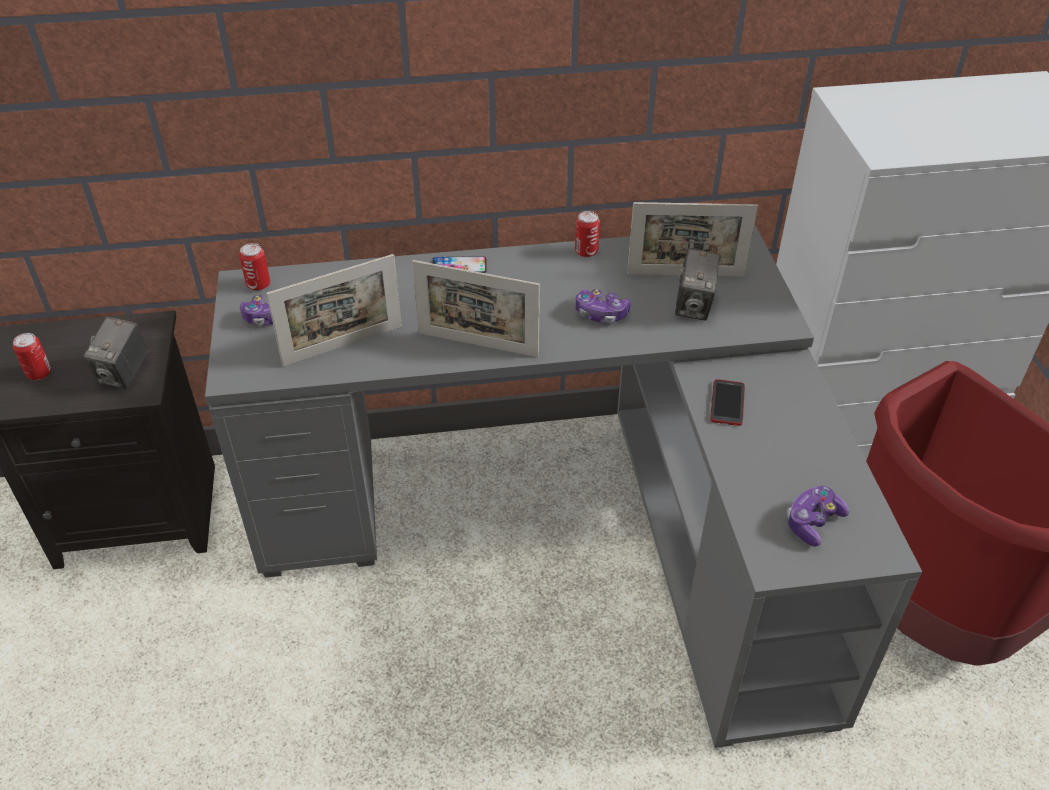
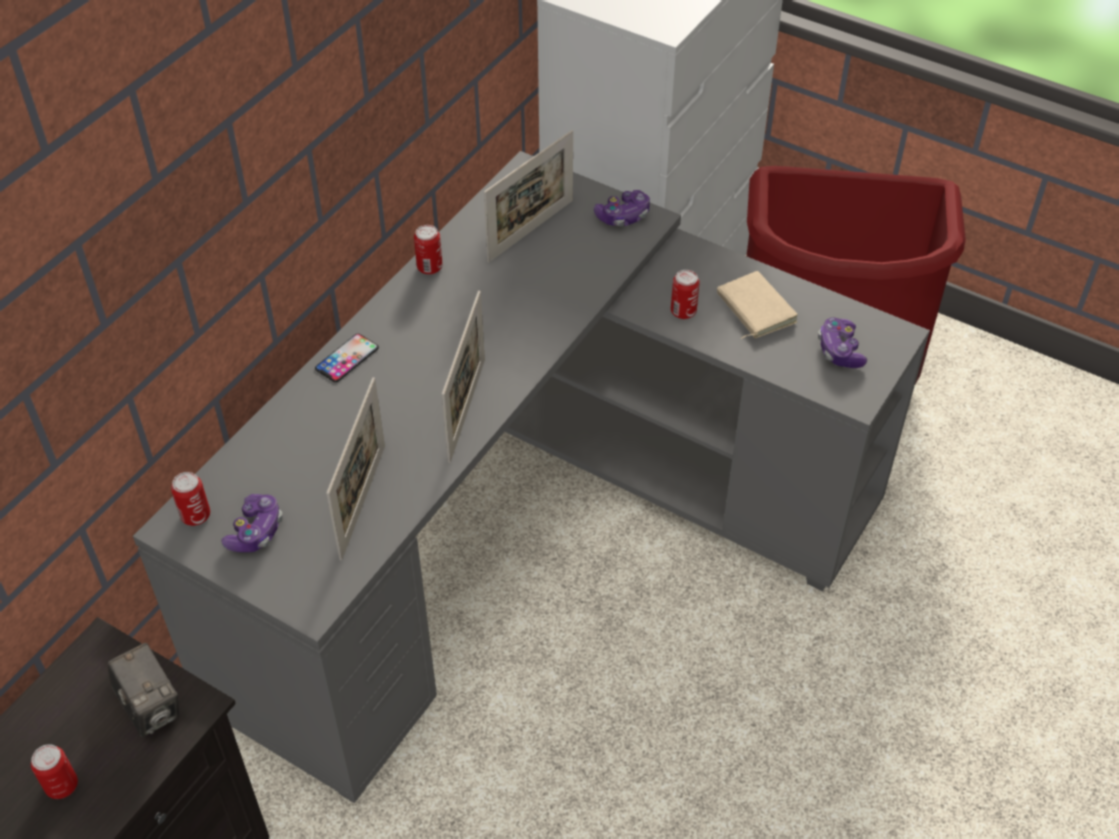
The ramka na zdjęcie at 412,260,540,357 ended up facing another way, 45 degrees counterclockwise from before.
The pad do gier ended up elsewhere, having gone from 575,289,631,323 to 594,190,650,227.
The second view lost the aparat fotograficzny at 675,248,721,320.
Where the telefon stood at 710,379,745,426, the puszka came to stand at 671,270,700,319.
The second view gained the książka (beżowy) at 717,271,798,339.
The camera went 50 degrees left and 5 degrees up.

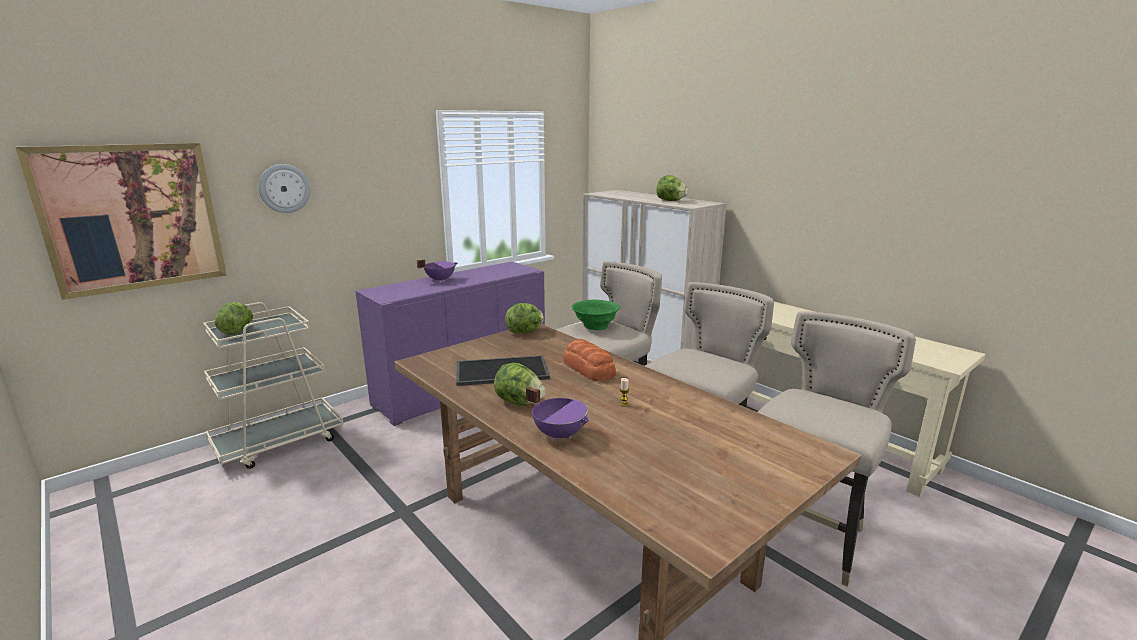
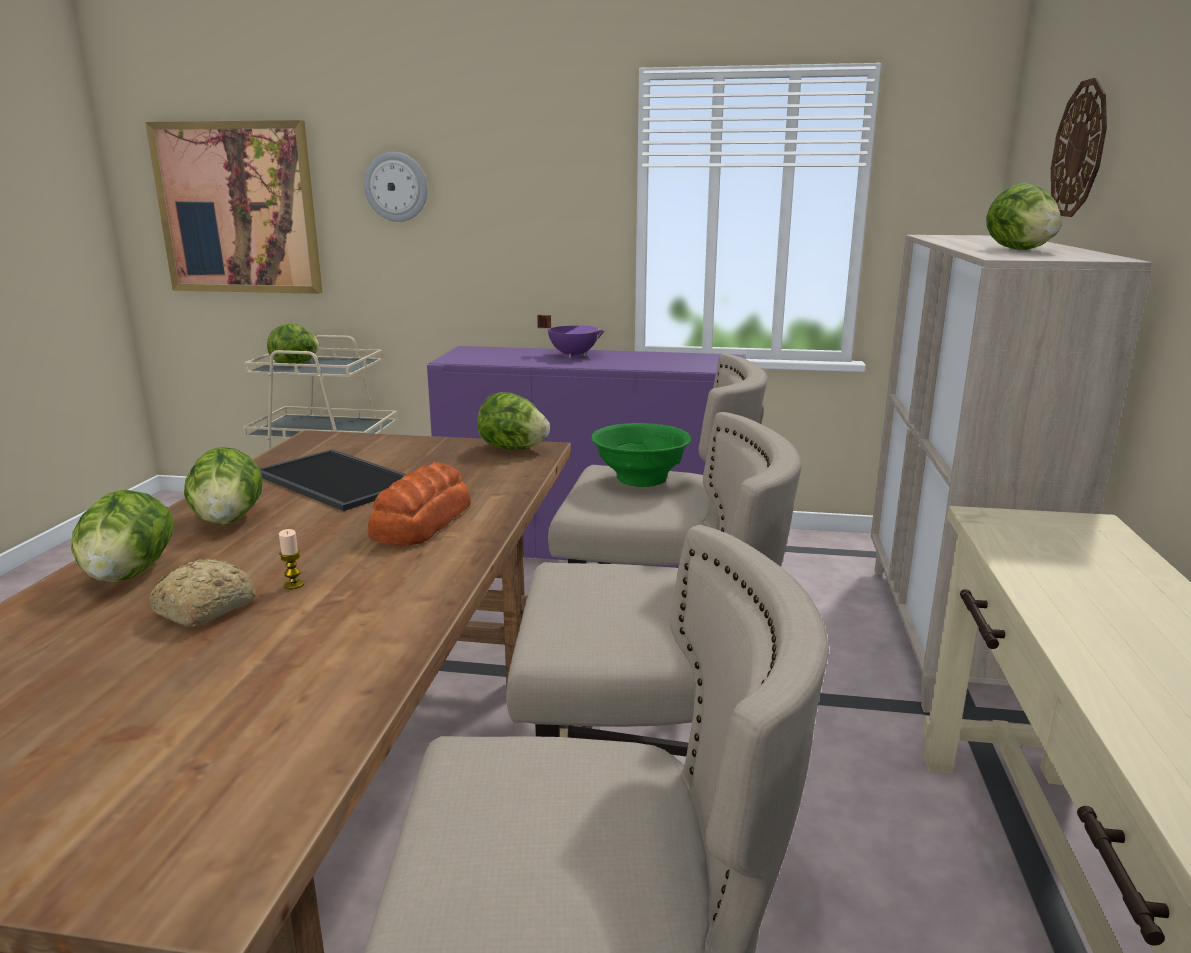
Where the garnek (fioletowy) stood at 526,387,590,441, the sałata came to stand at 72,490,175,583.
The second view gained the chleb at 149,559,256,627.
The second view gained the zegar ścienny at 1051,78,1107,217.
The camera went 50 degrees right and 0 degrees up.

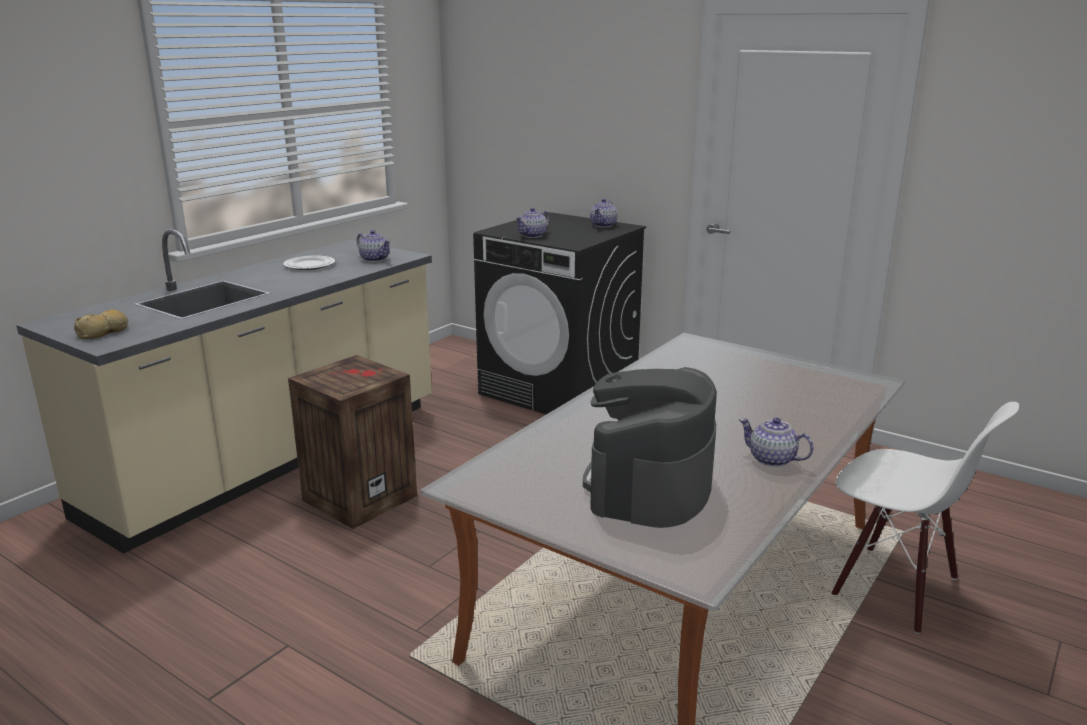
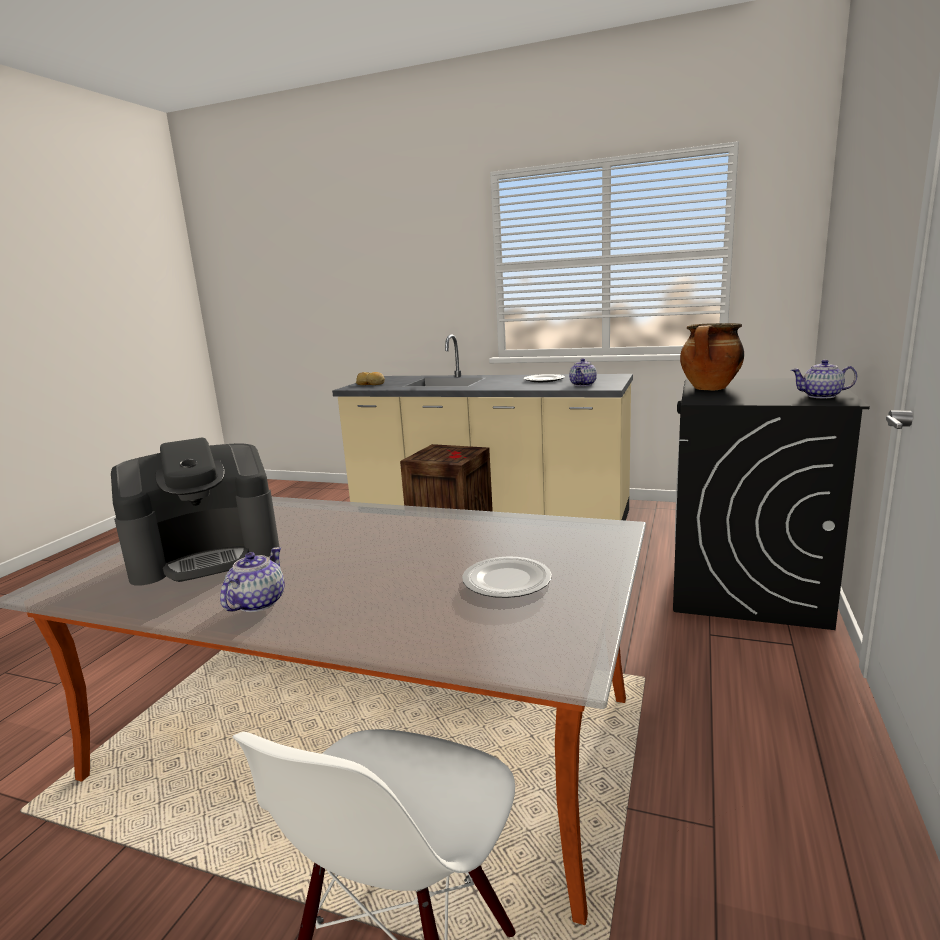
Where the imbryk stood at 515,208,550,238, the garnek came to stand at 680,323,744,391.
The ekspres do kawy at 583,367,717,528 ended up facing another way, 150 degrees clockwise from before.
The second view gained the talerz at 462,556,552,598.
The camera went 75 degrees right and 5 degrees down.

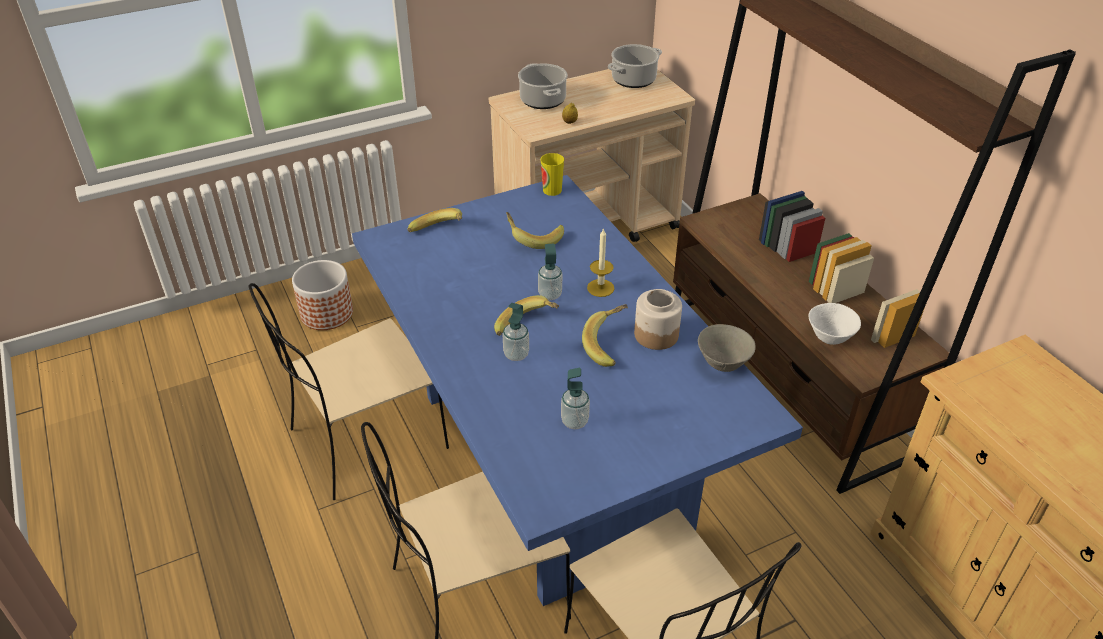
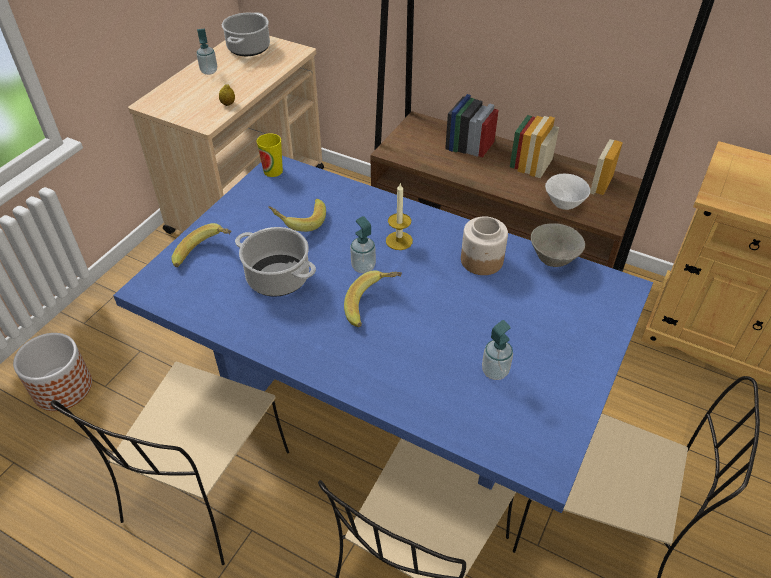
The dozownik mydła ended up elsewhere, having gone from 503,303,529,361 to 196,29,217,75.
The garnek ended up elsewhere, having gone from 518,63,568,109 to 235,227,316,297.
The second view lost the banan at 582,304,627,367.
The camera went 35 degrees left and 5 degrees up.

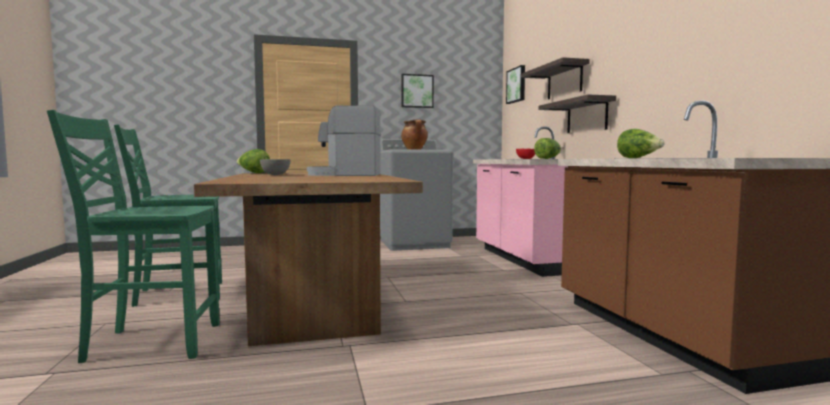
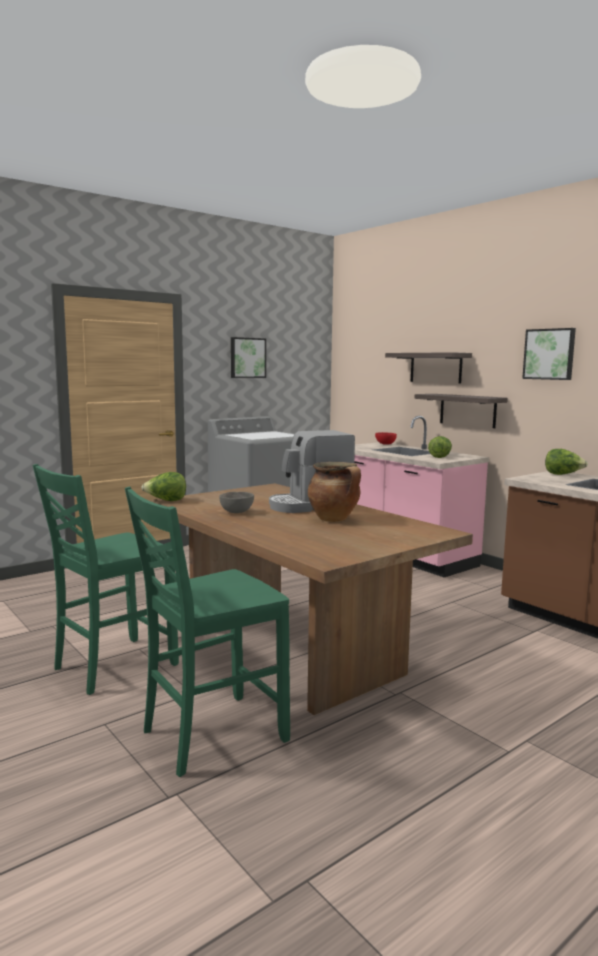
The garnek ended up elsewhere, having gone from 401,119,428,150 to 308,462,361,522.
The obraz ended up elsewhere, having gone from 506,65,525,104 to 522,328,576,380.
The camera went 25 degrees left and 5 degrees up.

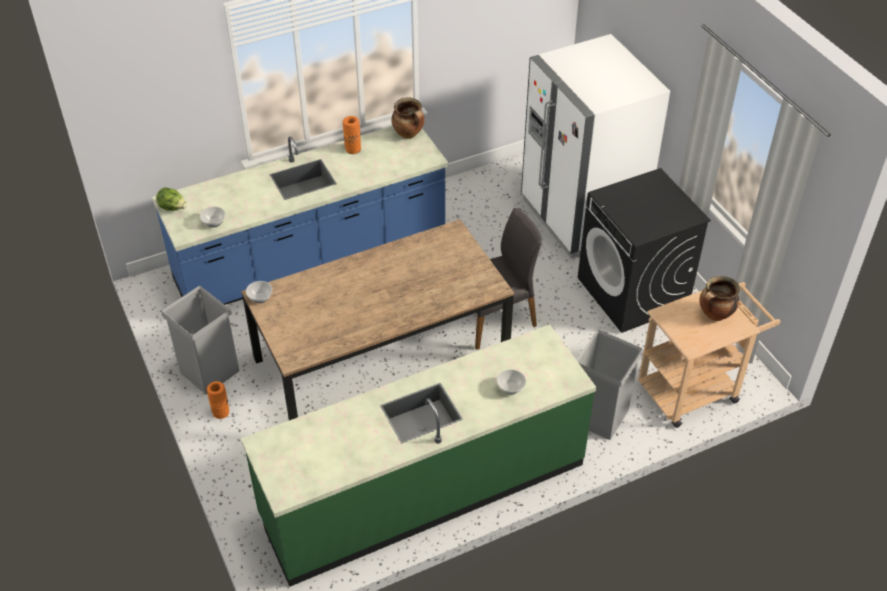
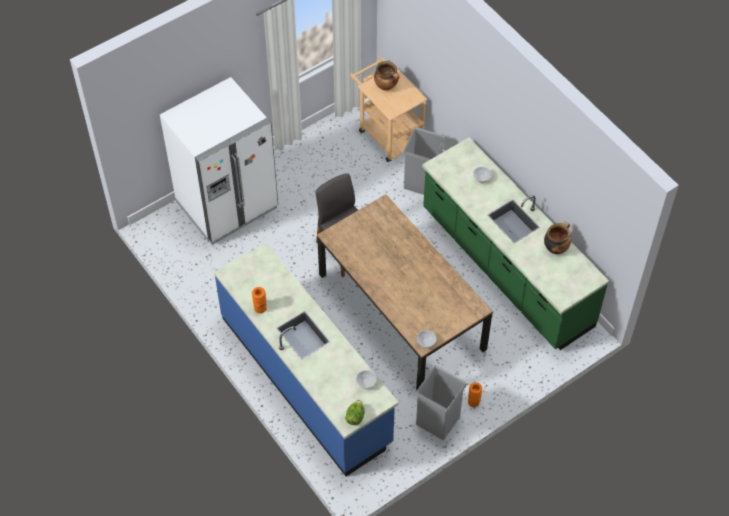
The garnek ended up elsewhere, having gone from 392,98,425,139 to 544,222,571,254.
The second view lost the pralka (czarny) at 578,168,711,333.
The camera went 100 degrees left and 10 degrees up.

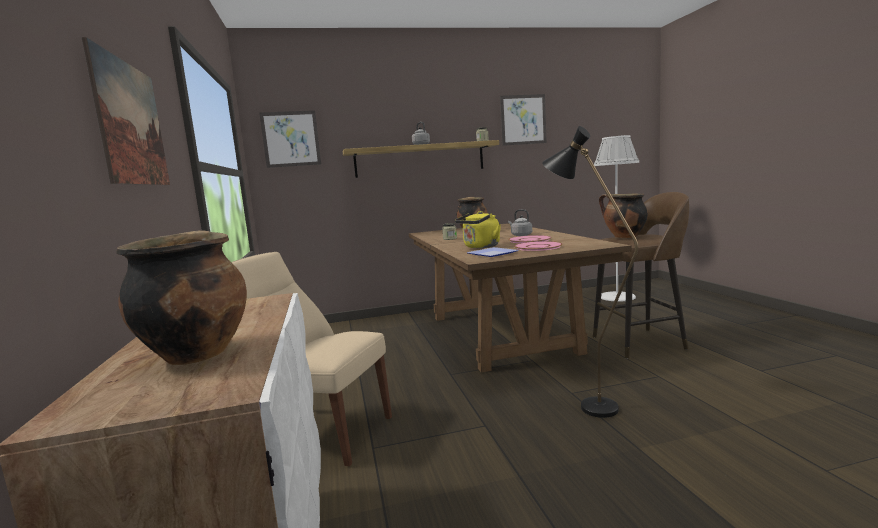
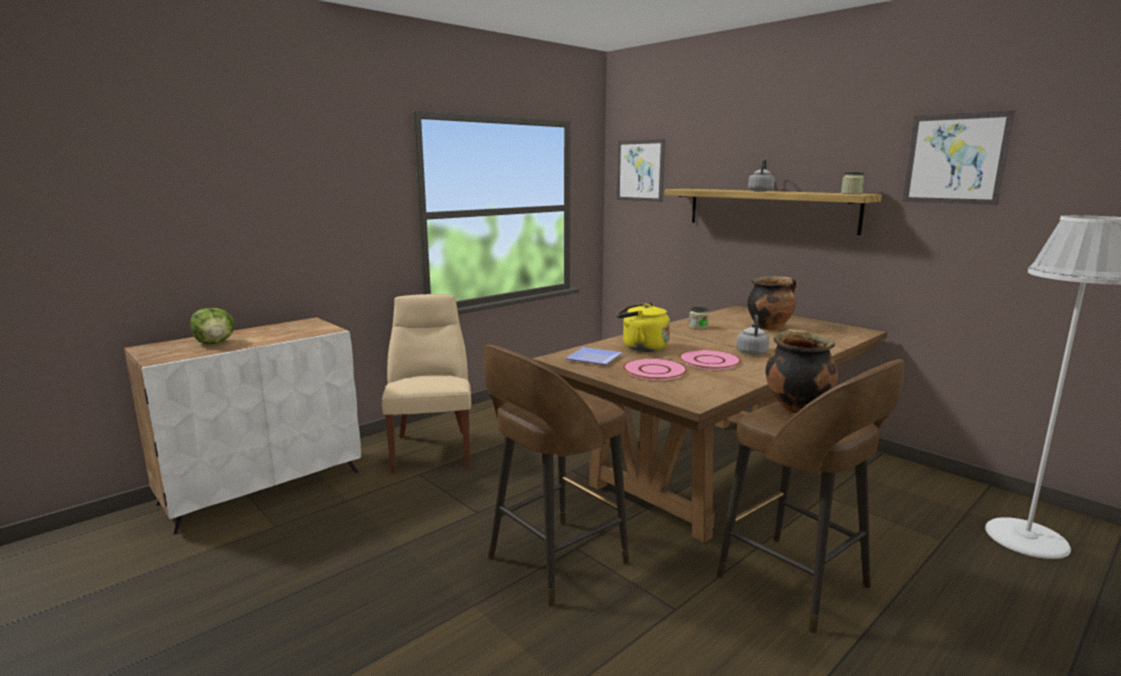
The second view lost the obraz at 82,37,170,185.
Where the garnek stood at 116,230,247,365, the sałata came to stand at 190,308,234,344.
Where the lampa stojąca (czarny) stood at 542,126,638,418, the stołek (brązowy) came to stand at 484,344,629,607.
The camera went 60 degrees right and 5 degrees up.

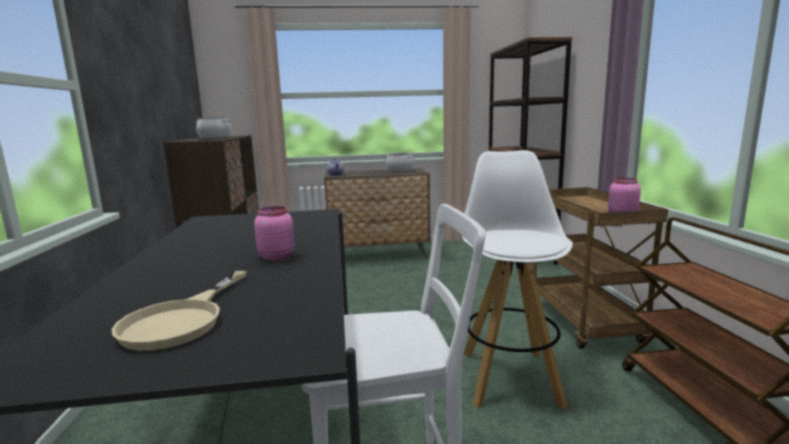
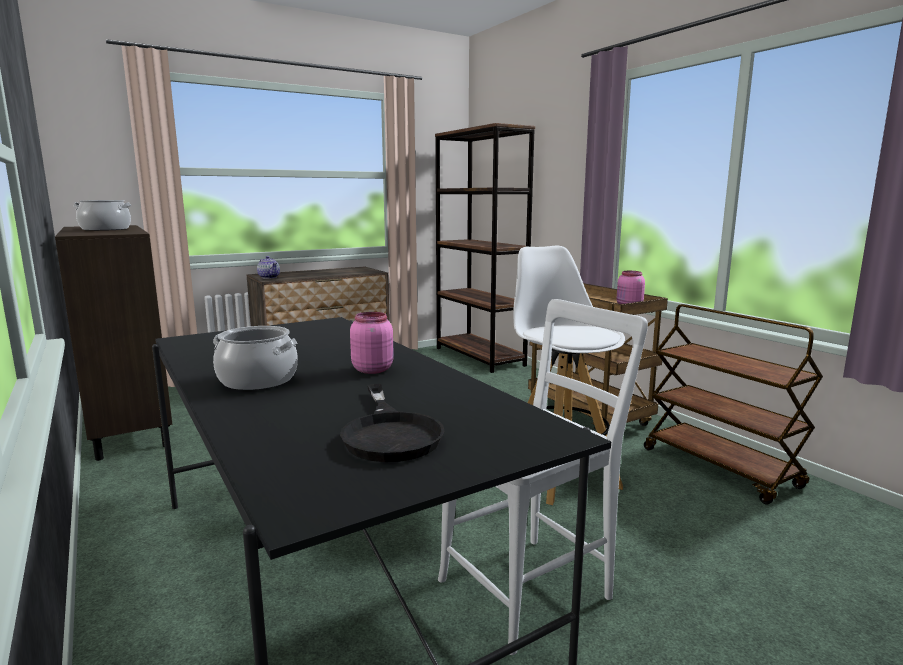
What was the patelnia (beżowy) at 112,271,247,351 turned into the patelnia (czarny) at 340,384,445,462.
The garnek ended up elsewhere, having gone from 386,152,414,172 to 213,326,298,390.
The camera went 25 degrees left and 0 degrees up.

